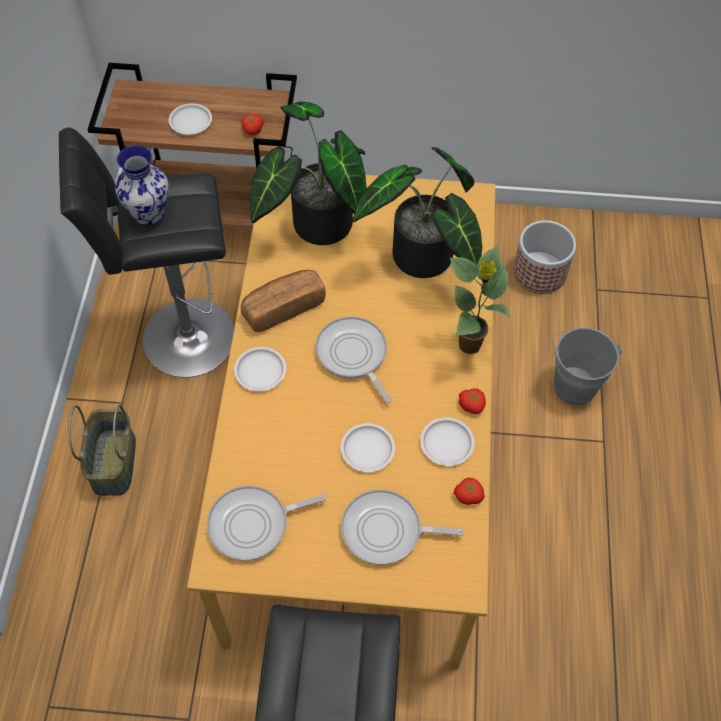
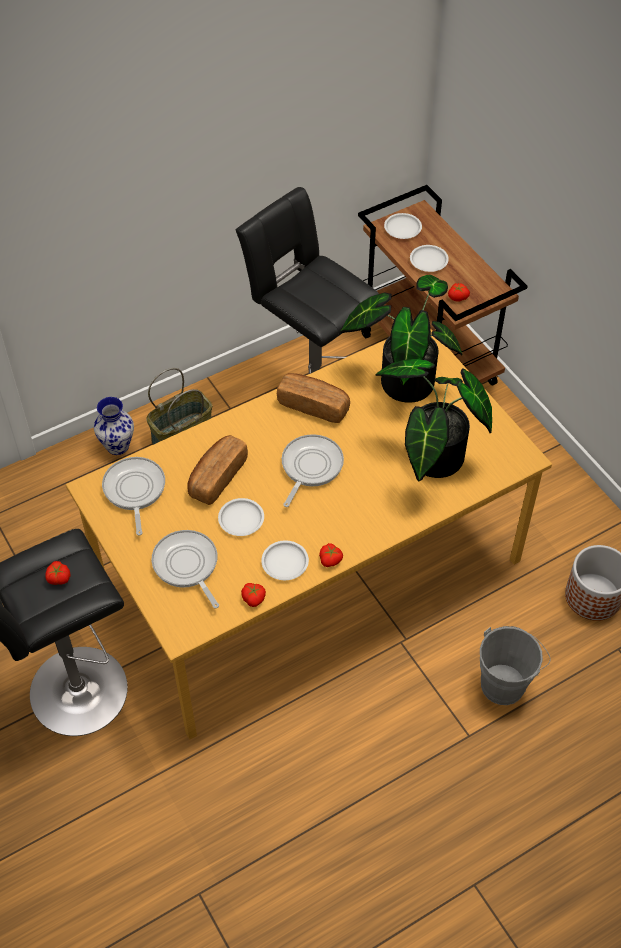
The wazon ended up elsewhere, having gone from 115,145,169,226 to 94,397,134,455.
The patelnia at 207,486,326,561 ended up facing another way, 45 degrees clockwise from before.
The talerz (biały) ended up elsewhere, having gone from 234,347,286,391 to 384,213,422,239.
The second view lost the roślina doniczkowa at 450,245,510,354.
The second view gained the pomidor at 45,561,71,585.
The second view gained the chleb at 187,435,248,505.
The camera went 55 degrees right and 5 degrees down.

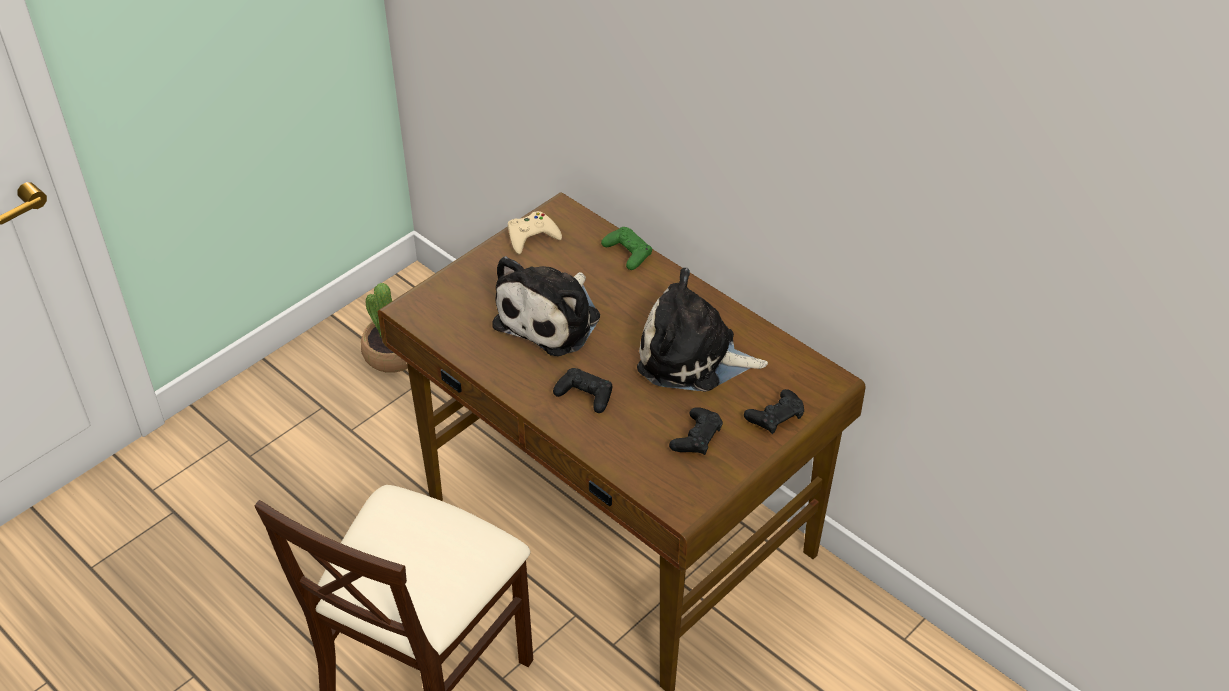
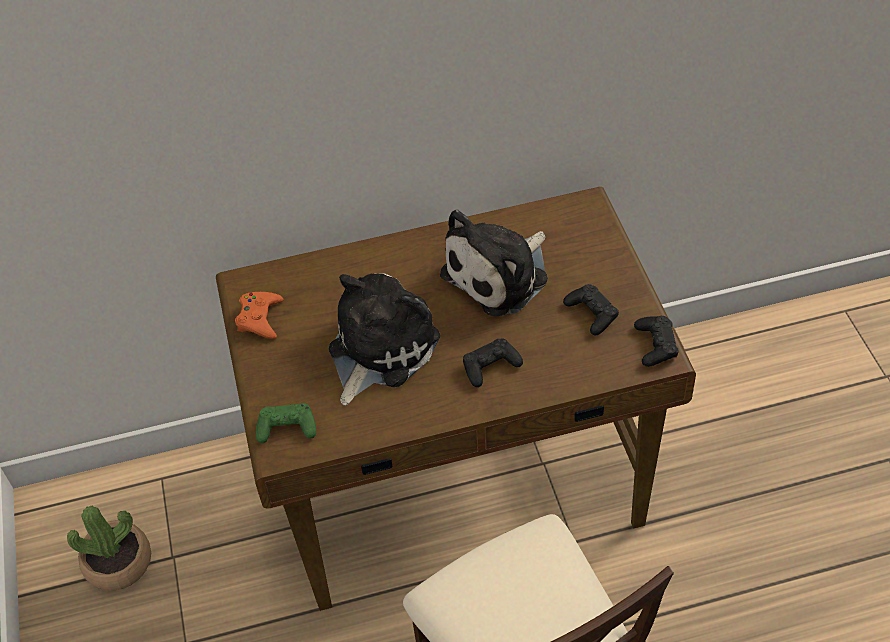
The pluszak at 492,256,600,356 ended up facing another way, 120 degrees counterclockwise from before.
What was the pad do gier (beżowy) at 508,211,562,254 turned into the pad do gier (pomarańczowy) at 235,292,284,339.
The pad do gier (zielony) ended up elsewhere, having gone from 601,227,652,270 to 256,403,316,443.
The pad do gier (czarny) ended up elsewhere, having gone from 744,389,804,434 to 634,316,679,367.
The camera went 55 degrees left and 5 degrees up.

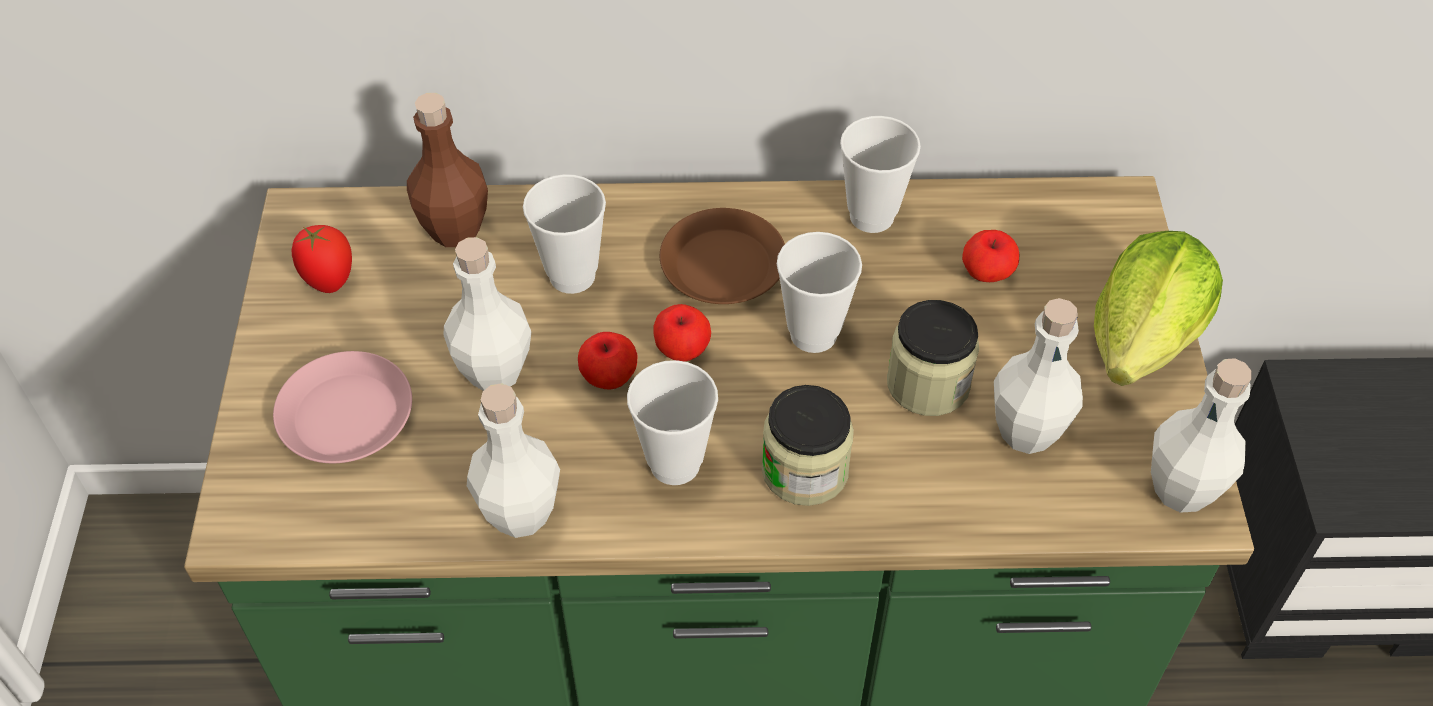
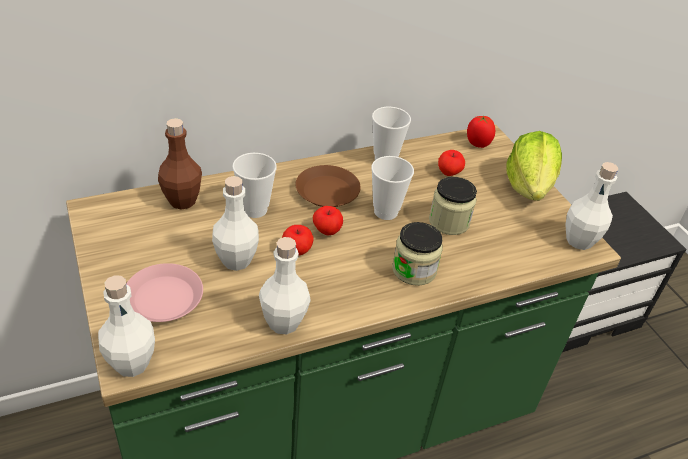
The pomidor ended up elsewhere, having gone from 292,225,352,293 to 467,116,495,148.
The second view lost the filiżanka at 627,360,718,485.
The butelka (biały) ended up elsewhere, having gone from 994,298,1083,454 to 98,275,155,377.
The camera went 25 degrees left and 10 degrees down.

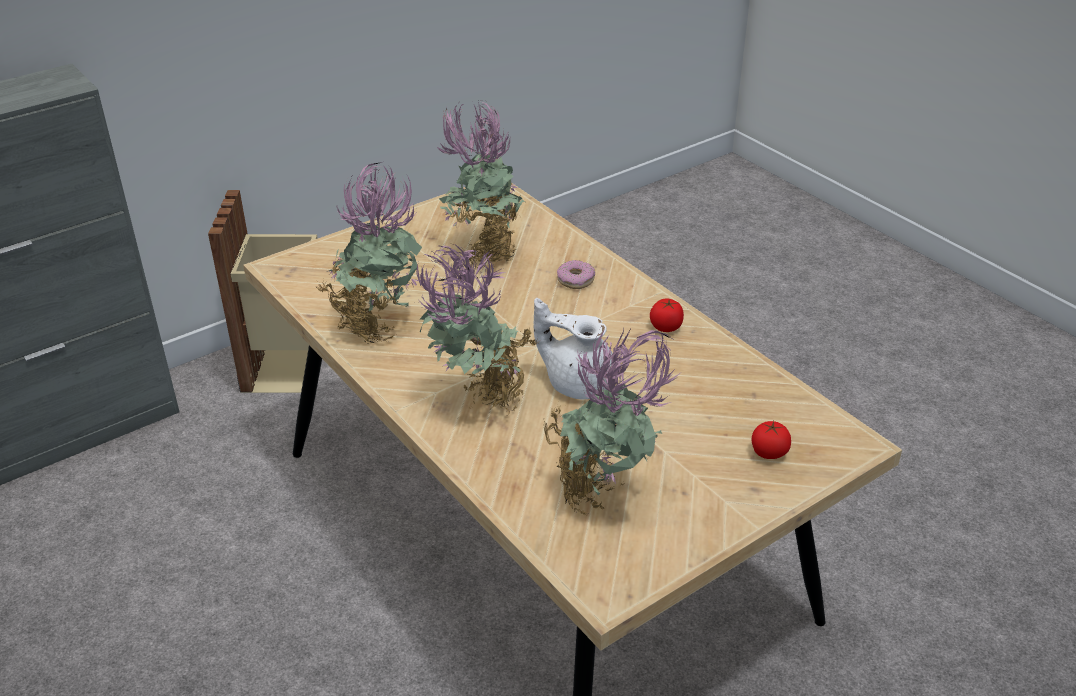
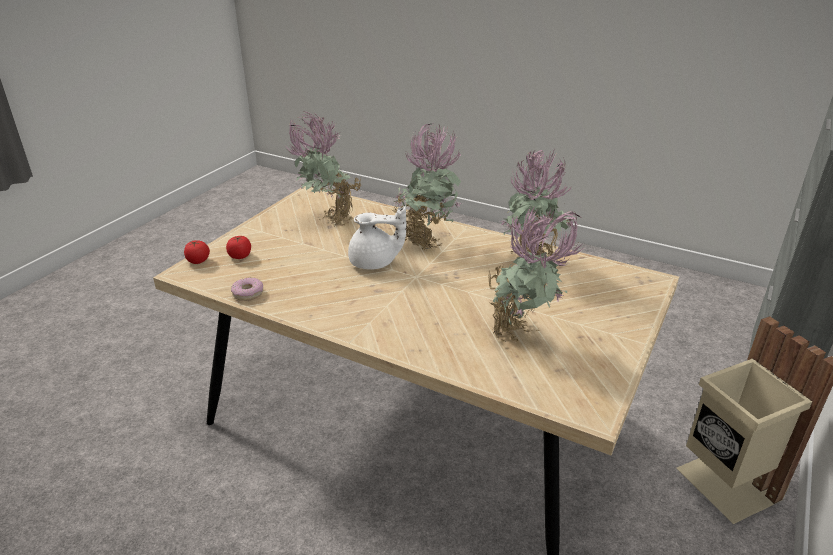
The donut ended up elsewhere, having gone from 557,260,595,289 to 231,277,263,301.
The pomidor ended up elsewhere, having gone from 650,299,684,332 to 184,240,210,264.
The camera went 155 degrees right and 5 degrees down.

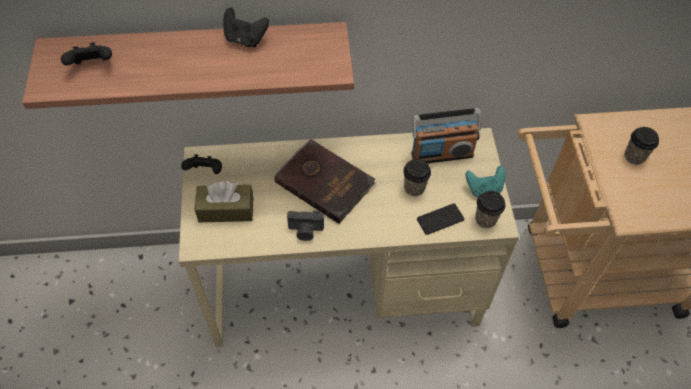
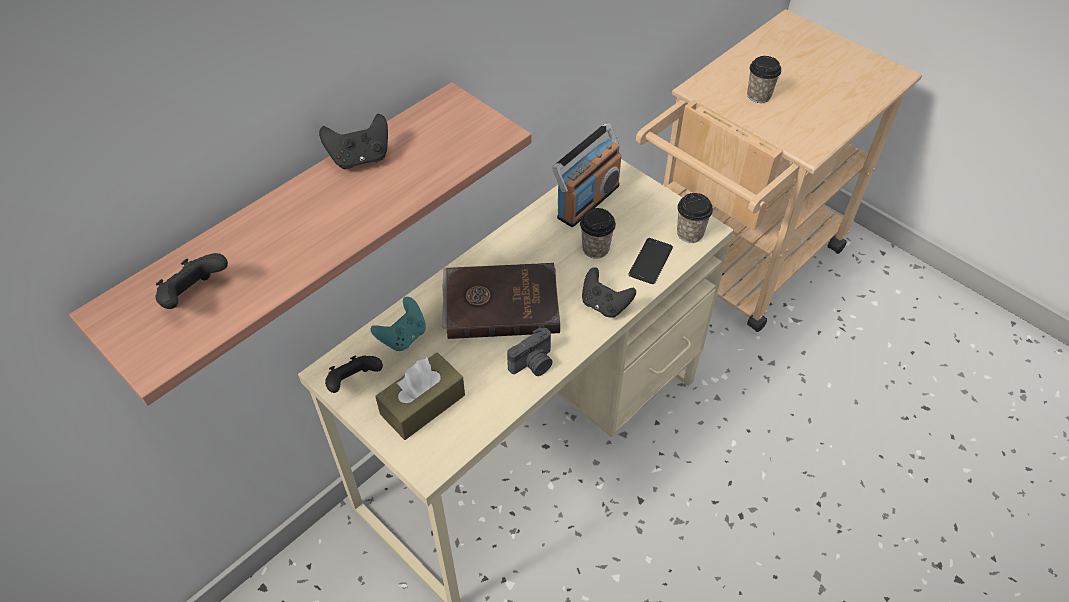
The pad do gier (turkusowy) ended up elsewhere, having gone from 466,166,505,197 to 371,297,426,351.
The second view gained the pad do gier (czarny) at 582,267,636,318.
The camera went 40 degrees left and 5 degrees down.

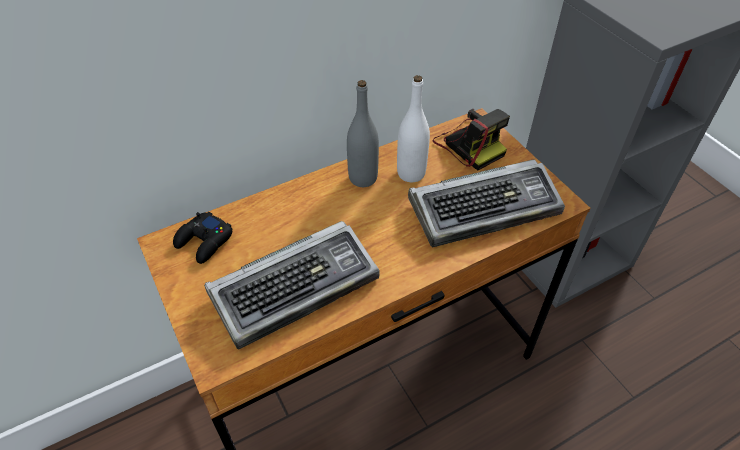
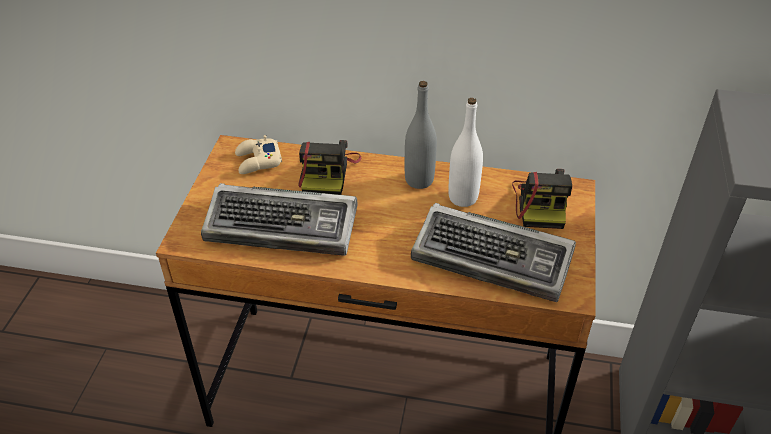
What was the pad do gier (czarny) at 173,211,232,264 turned into the pad do gier (beżowy) at 235,135,282,174.
The second view gained the aparat fotograficzny at 298,140,361,195.
The camera went 40 degrees right and 5 degrees down.

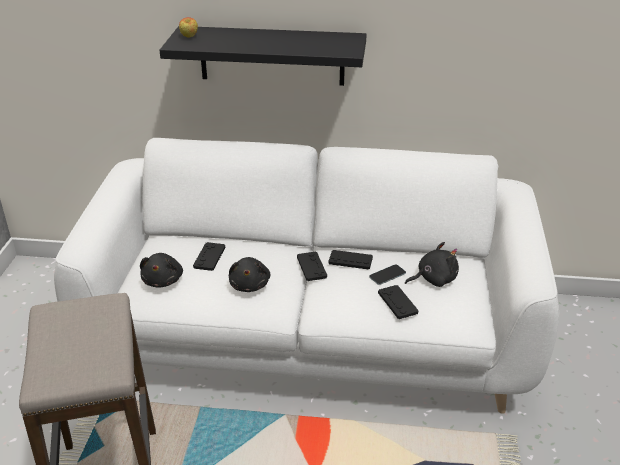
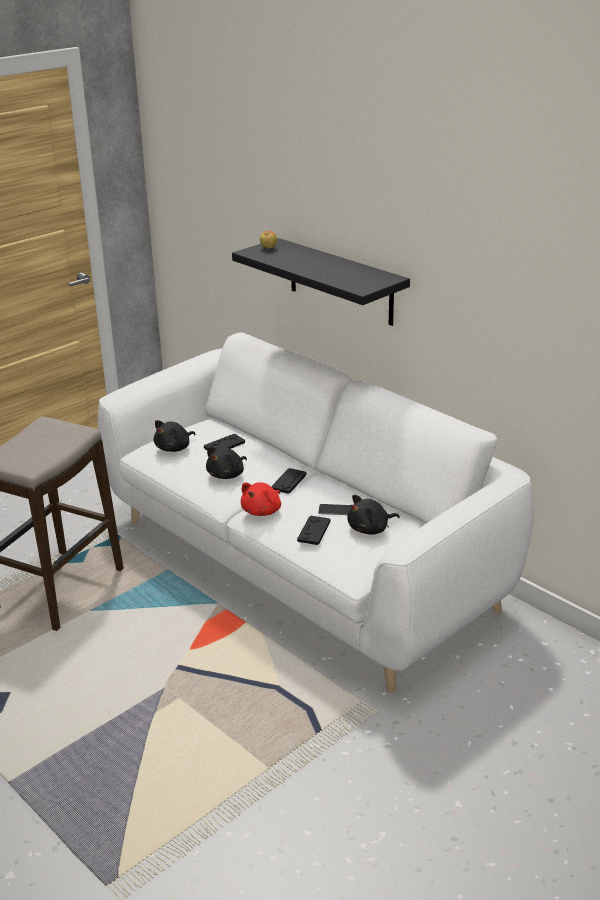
The second view lost the pad do gier (czarny) at 328,250,373,270.
The pluszak (czarny) at 405,242,459,287 ended up facing another way, 135 degrees clockwise from before.
The second view gained the pluszak (czerwony) at 241,482,281,516.
The camera went 40 degrees right and 5 degrees down.

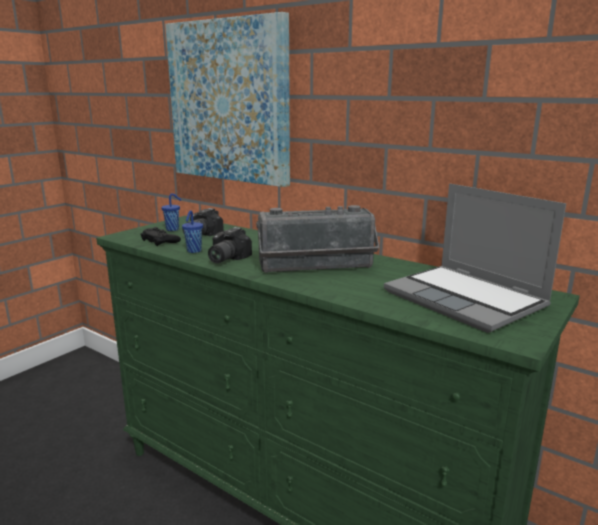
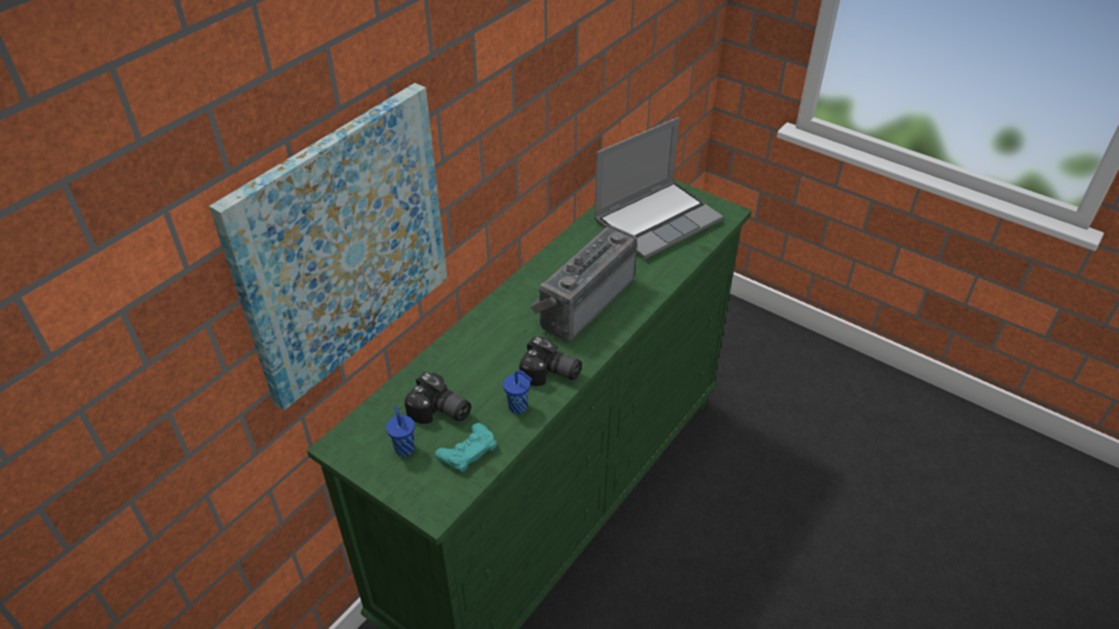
What was the pad do gier (czarny) at 141,227,181,246 turned into the pad do gier (turkusowy) at 435,423,497,472.
The radio at 256,205,379,273 ended up facing another way, 135 degrees counterclockwise from before.
The camera went 90 degrees left and 25 degrees up.

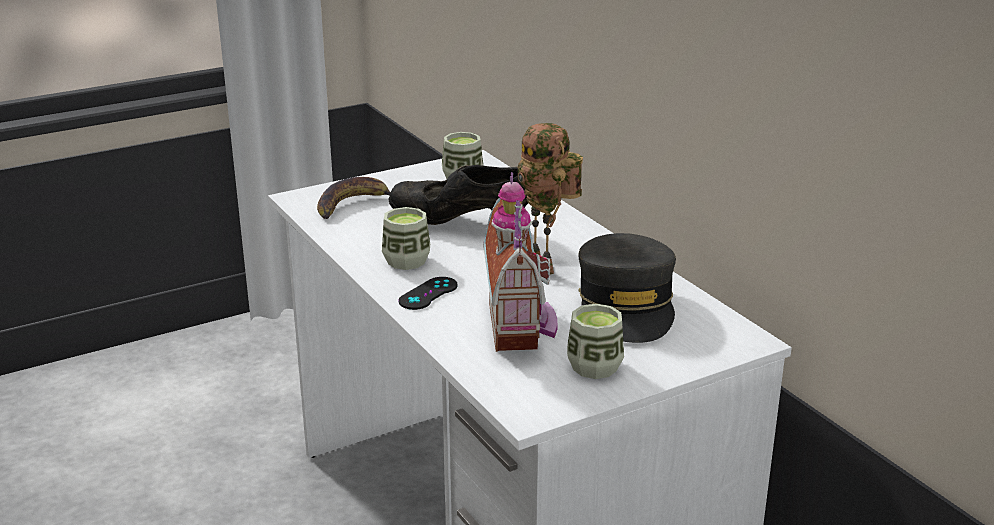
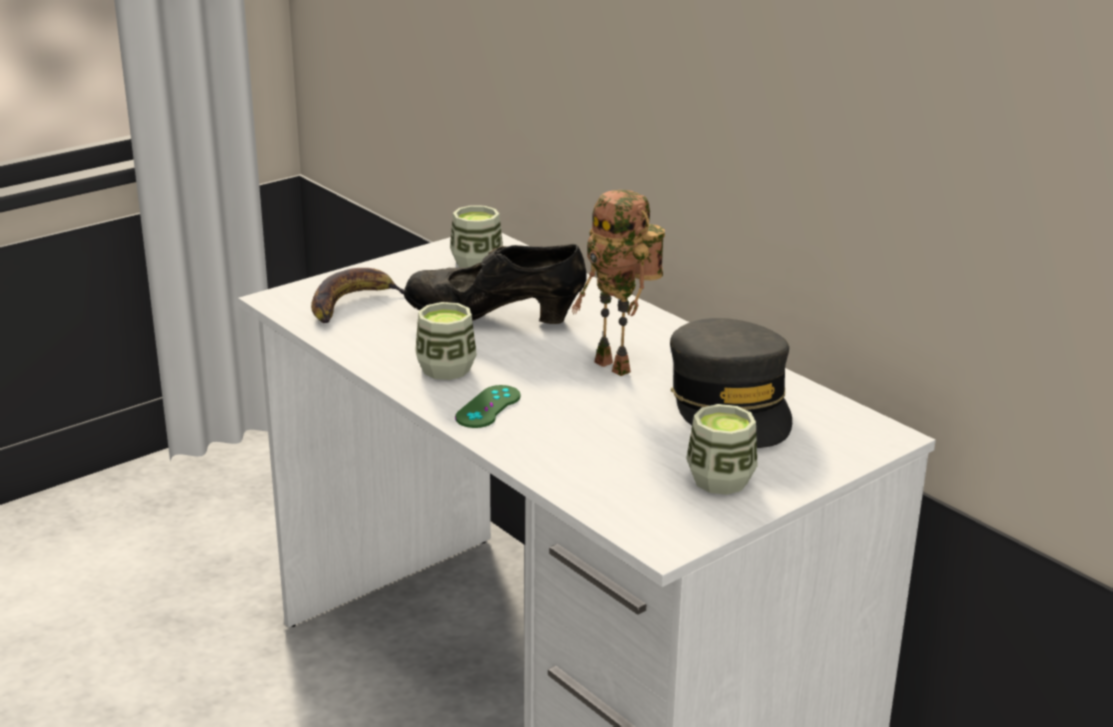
What was the pad do gier (czarny) at 398,277,457,310 turned into the pad do gier (zielony) at 455,385,521,428.
The second view lost the domek at 483,172,558,352.
The camera went 10 degrees left and 0 degrees up.

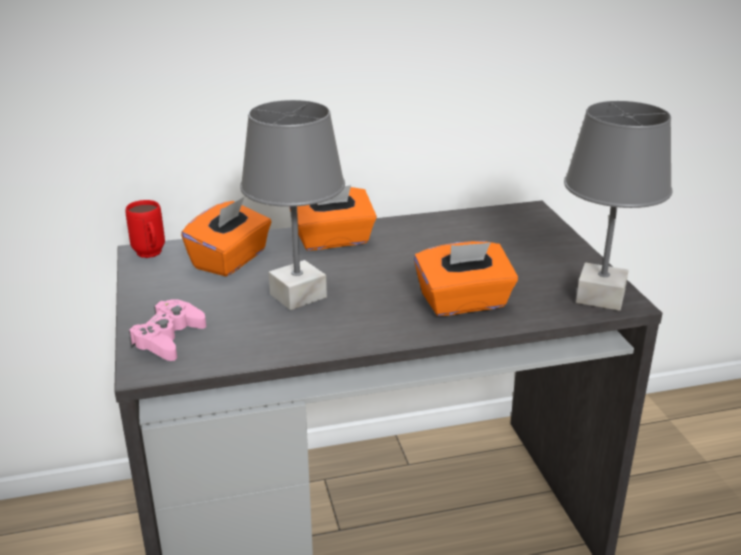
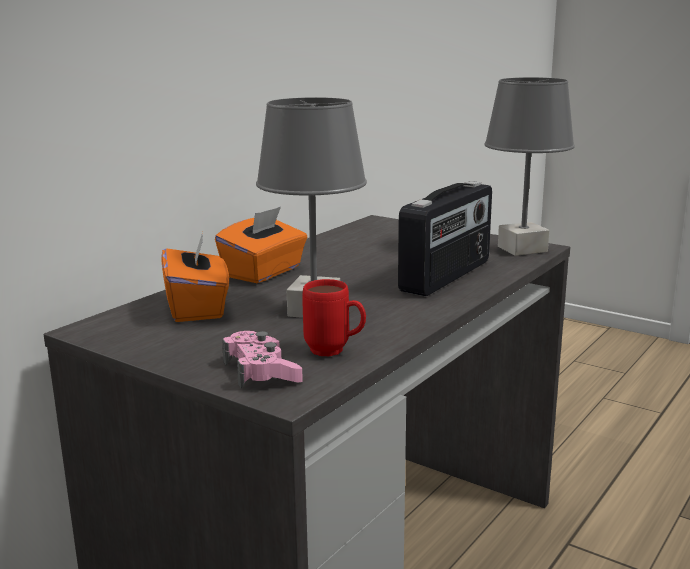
The kubek (czerwony) ended up elsewhere, having gone from 125,200,165,258 to 302,279,366,356.
Where the pudełko chusteczek (pomarańczowy) stood at 414,241,518,316, the radio came to stand at 398,181,492,296.
The camera went 40 degrees left and 10 degrees down.

